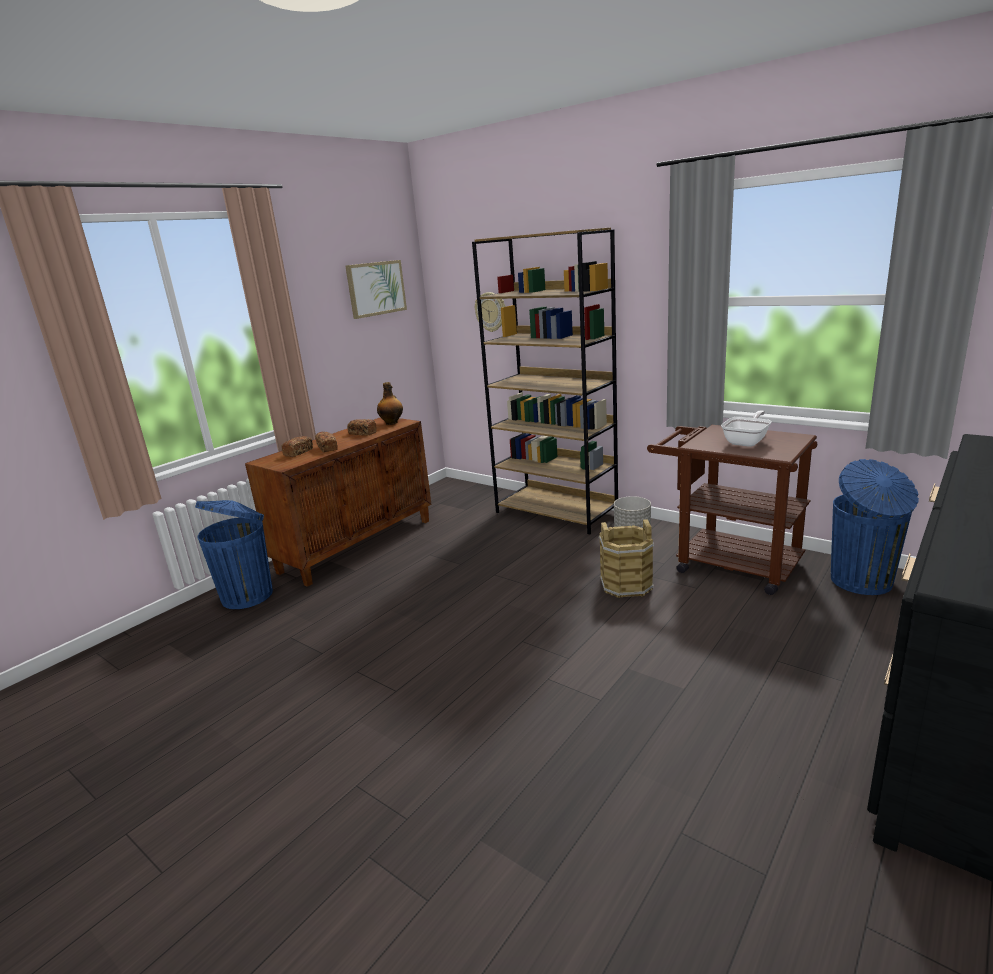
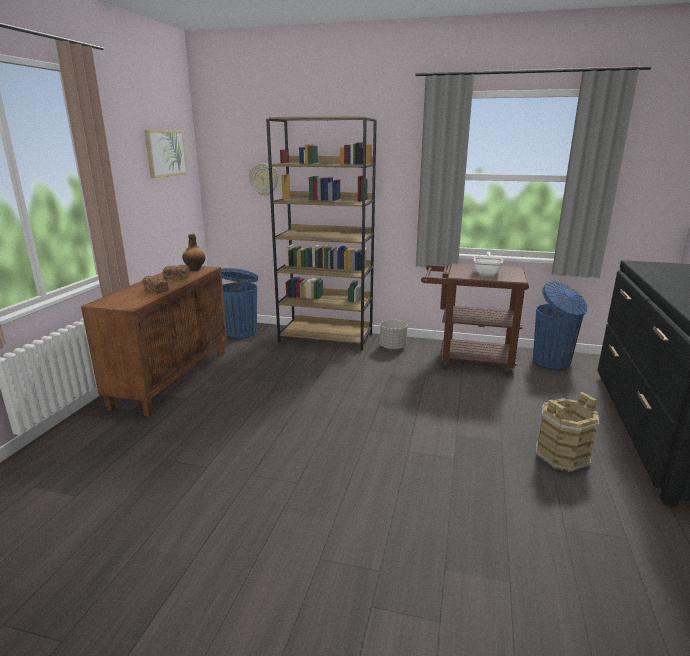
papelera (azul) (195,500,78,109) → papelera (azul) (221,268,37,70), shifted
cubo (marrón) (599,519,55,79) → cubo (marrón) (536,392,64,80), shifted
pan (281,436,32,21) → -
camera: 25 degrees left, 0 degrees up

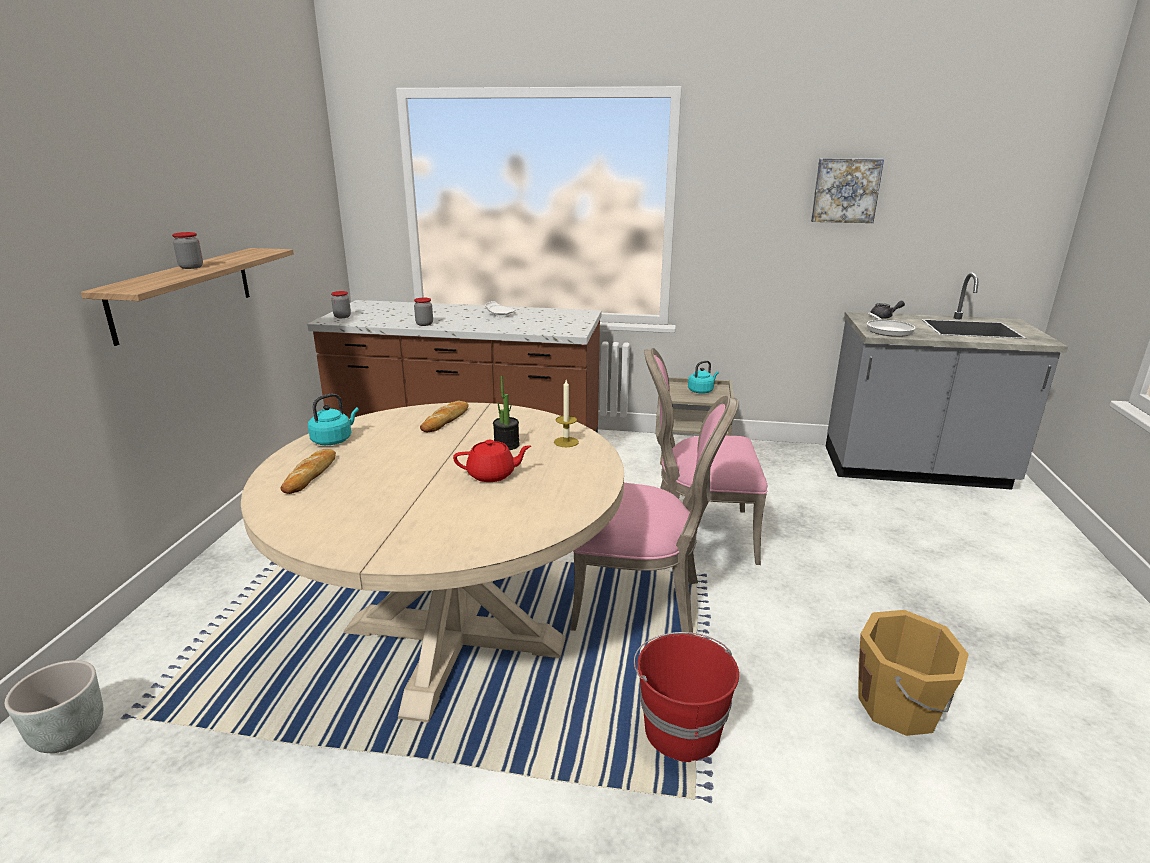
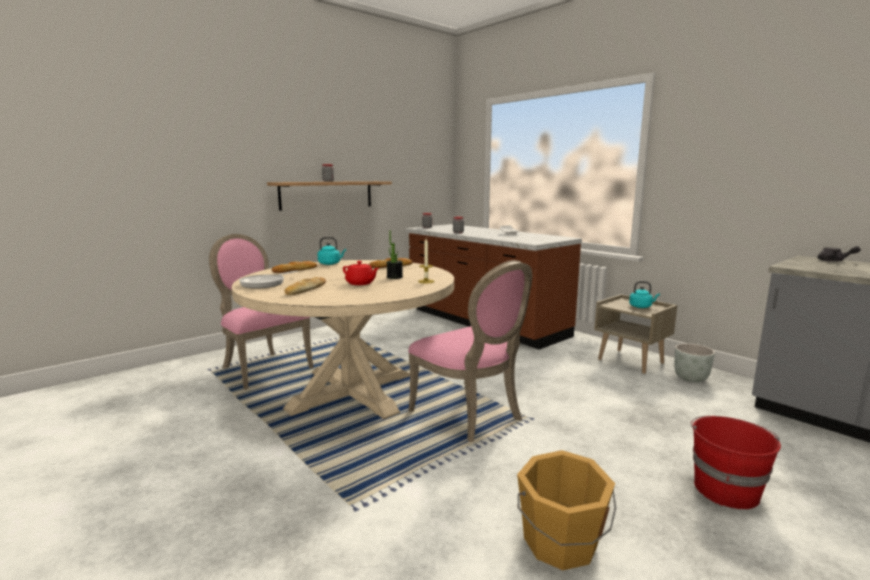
silla (rosa) (644,348,123,217) → silla (rosa) (209,234,105,156), shifted
sartén (867,313,48,24) → sartén (239,270,59,19), shifted
- → pan (284,277,42,18)
maceta (gris) (5,660,98,93) → maceta (gris) (674,343,41,39), shifted
cubo (rojo) (634,632,105,130) → cubo (rojo) (691,416,90,93), shifted
cuadro (811,158,73,65) → -
camera: 40 degrees right, 10 degrees down

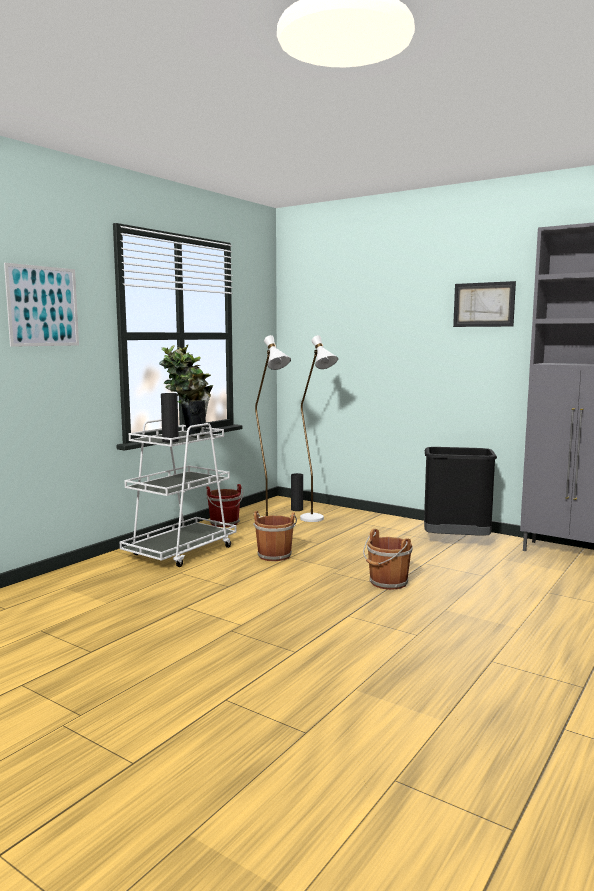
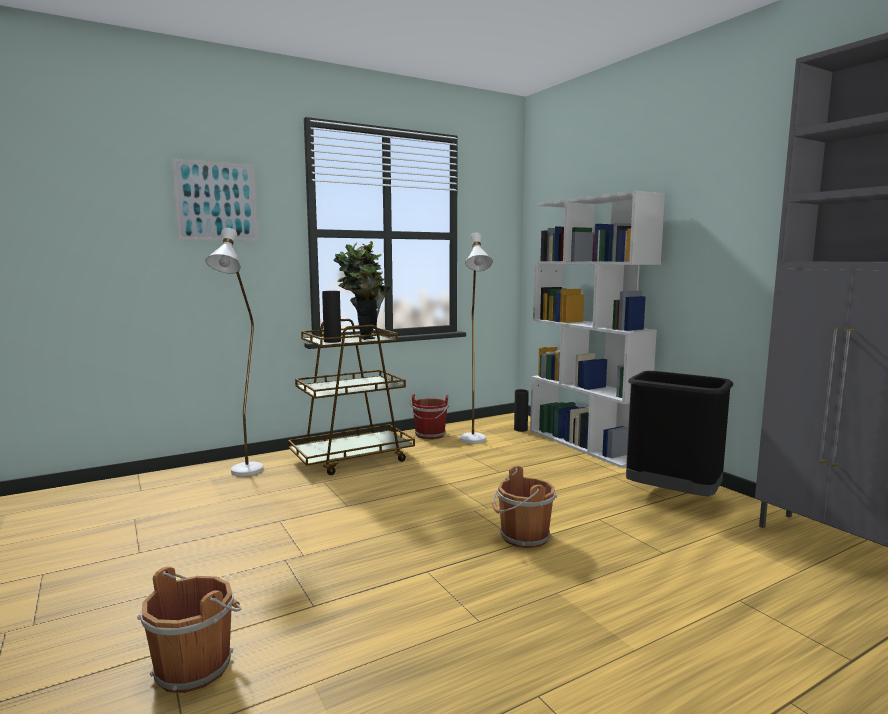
cubo (marrón) (253,511,44,50) → cubo (marrón) (137,566,104,127), shifted
lámpara de pie (blanco) (300,335,38,187) → lámpara de pie (blanco) (205,228,58,248), shifted
carrito (blanco) (120,419,117,148) → carrito (marrón) (288,319,127,156)
- → estantería (blanco) (530,191,135,277)
cuadro (453,281,63,46) → -
camera: 25 degrees right, 0 degrees up

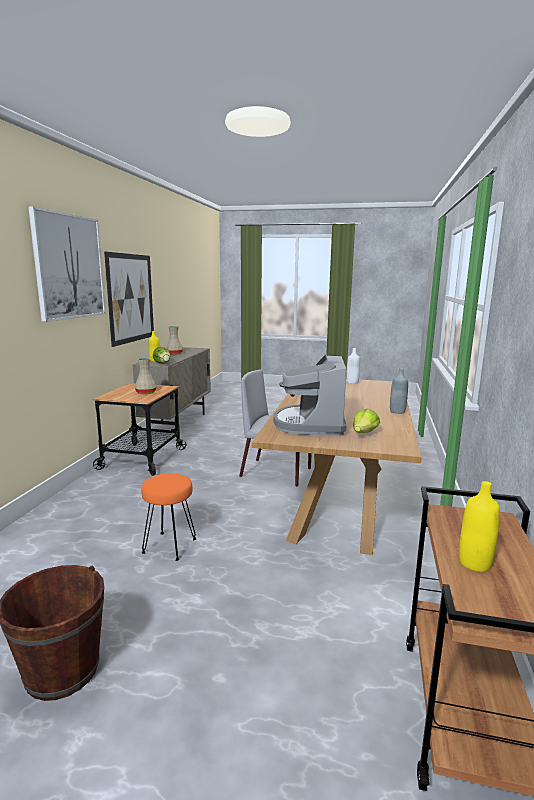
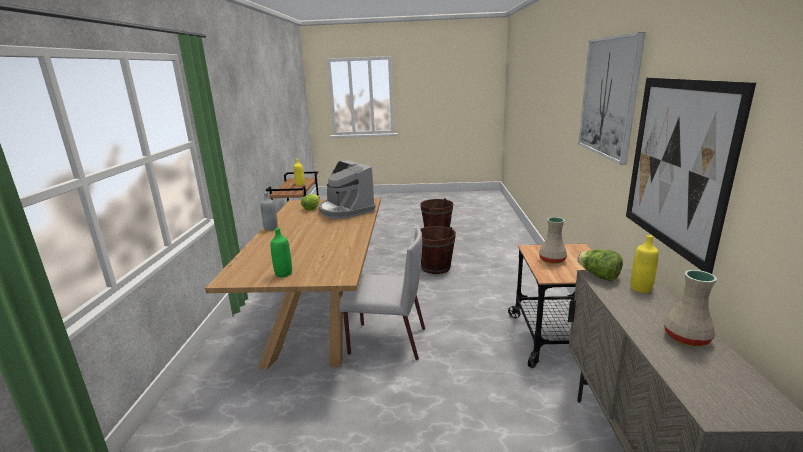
botella (blanco) (346,348,14,36) → botella (verde) (271,228,21,49)
cafetera (273,355,74,81) → cafetera (319,160,57,59), 150 degrees clockwise
taburete (naranja) (141,473,56,88) → cubo (marrón) (421,226,35,48)
camera: 170 degrees right, 5 degrees up

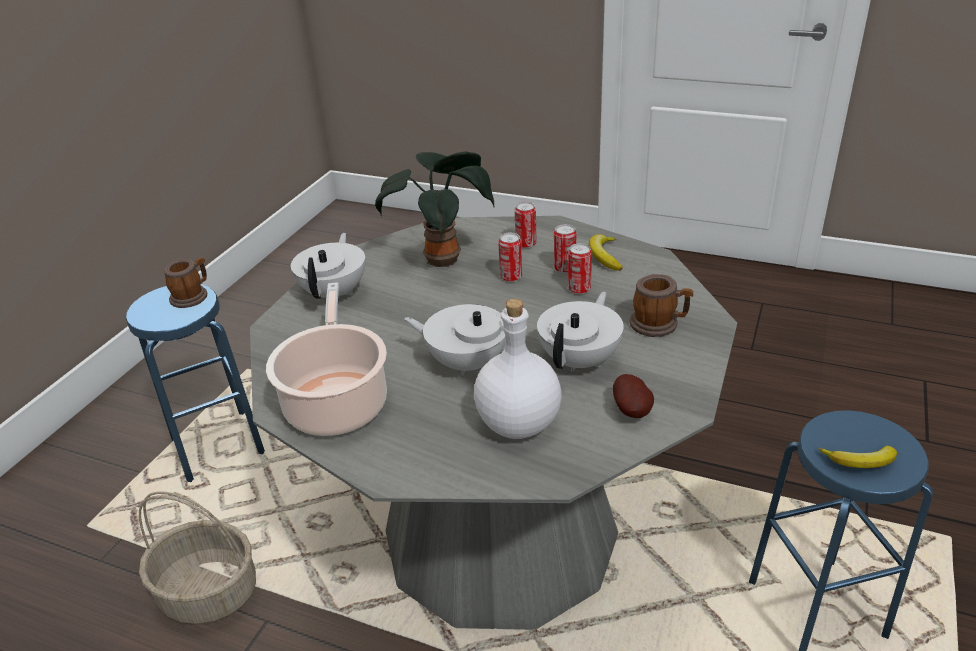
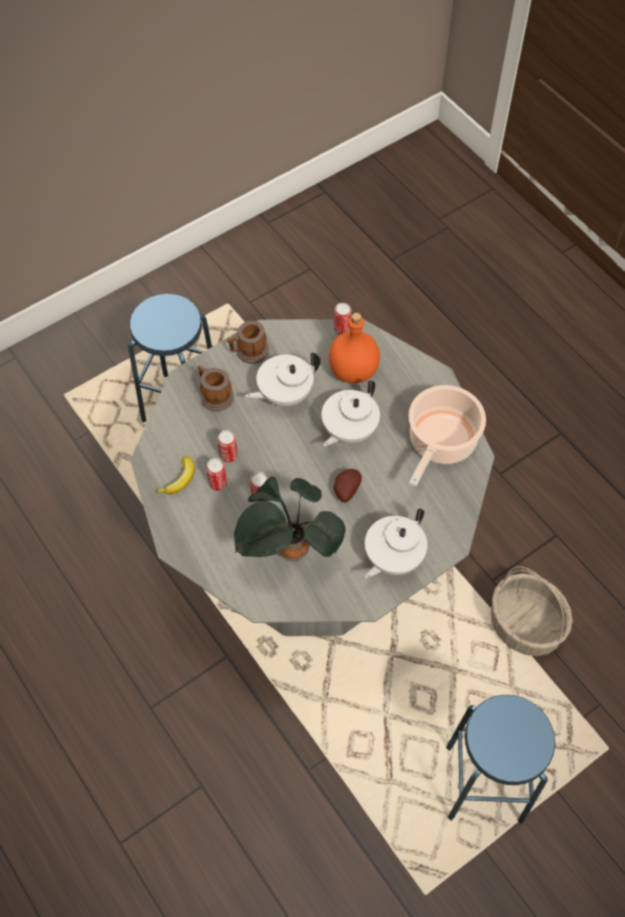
taza grande (164,258,43,50) → taza grande (227,321,42,42), shifted
tetera (blanco) (404,304,102,71) → tetera (blanco) (322,380,58,67), 75 degrees clockwise
botella (blanco) (474,299,87,140) → botella (naranja) (329,313,51,70)
patata (613,374,41,44) → patata (333,469,29,33), shifted
lata (515,202,22,47) → lata (334,303,18,32), shifted
plátano (818,445,79,23) → -
camera: 150 degrees left, 25 degrees up

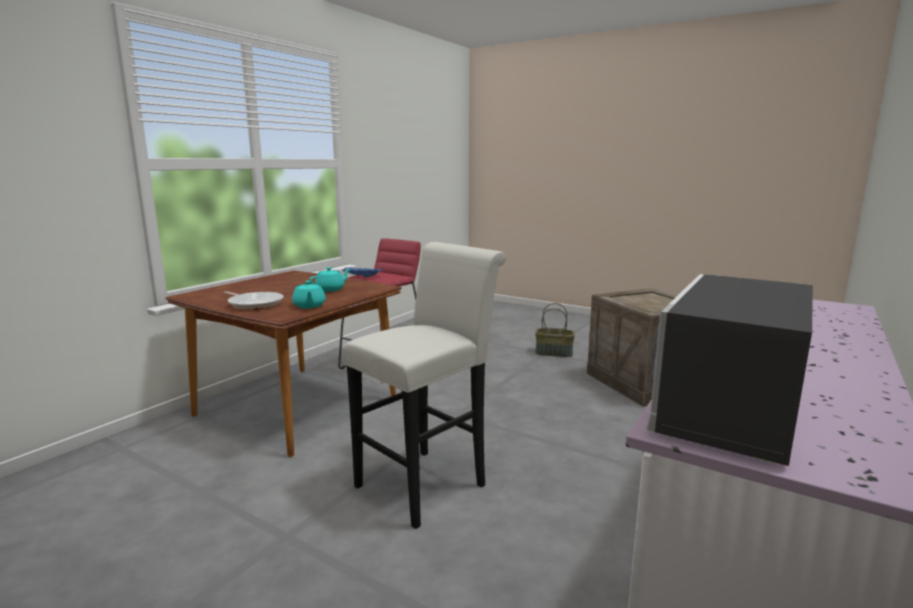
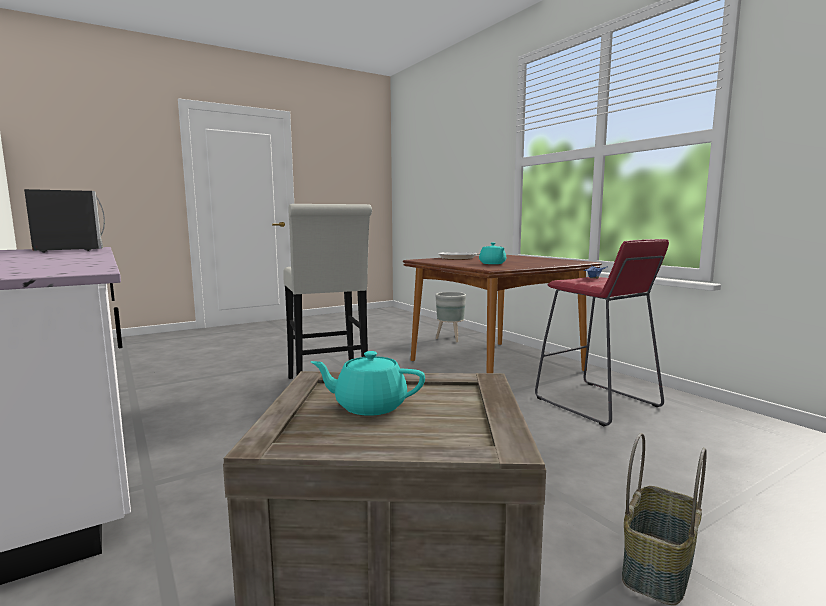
tetera (turquesa) (292,281,34,27) → tetera (turquesa) (311,351,114,65), shifted
- → maceta (gris) (435,292,31,50)
camera: 115 degrees right, 5 degrees down

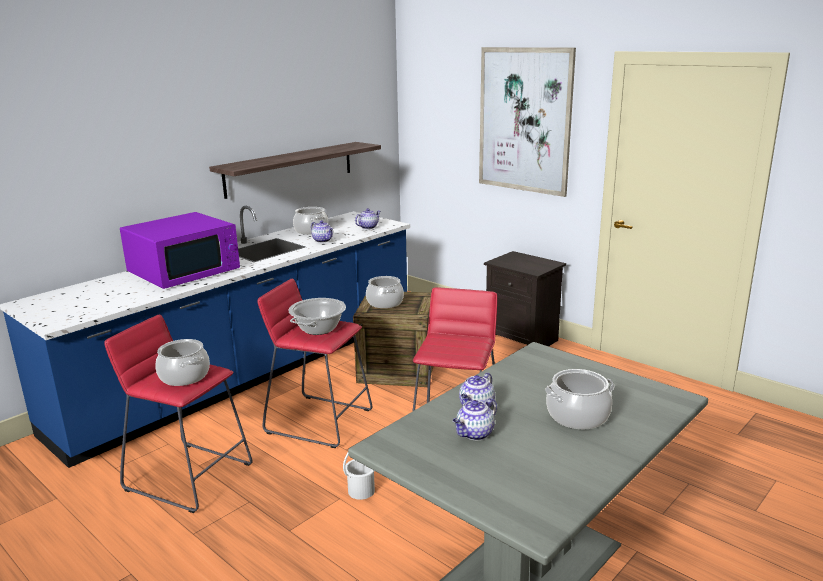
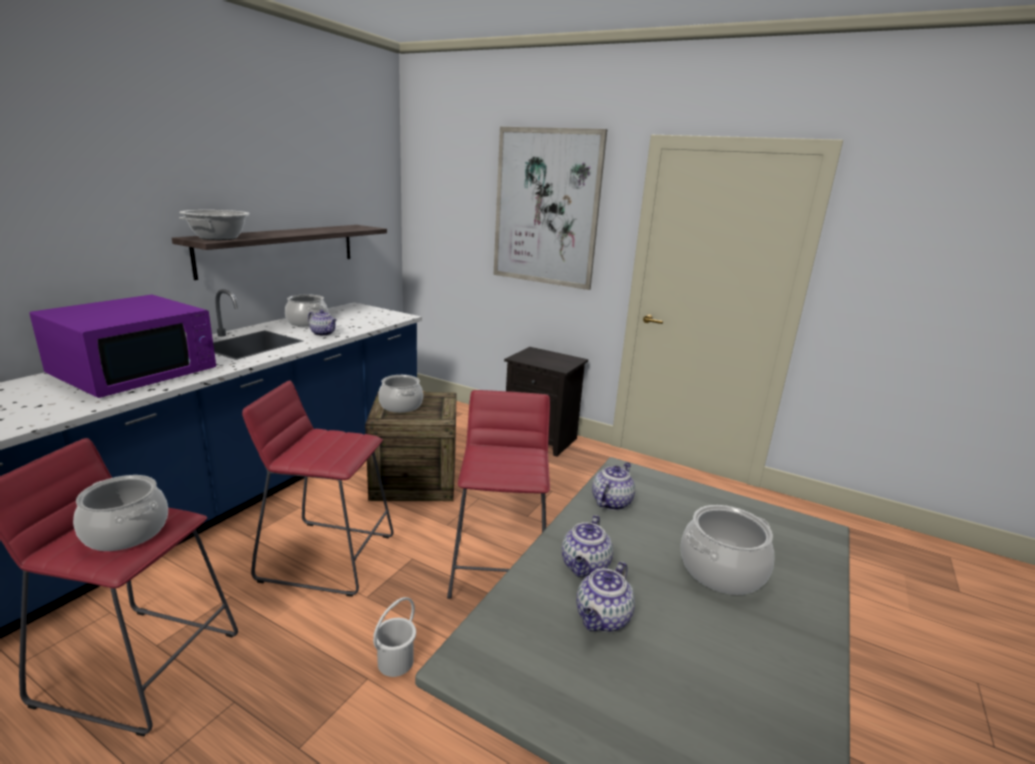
olla (288,298,58,37) → olla (179,210,71,30), shifted
tetera (355,208,25,21) → tetera (592,463,43,47), shifted
camera: 15 degrees left, 0 degrees up

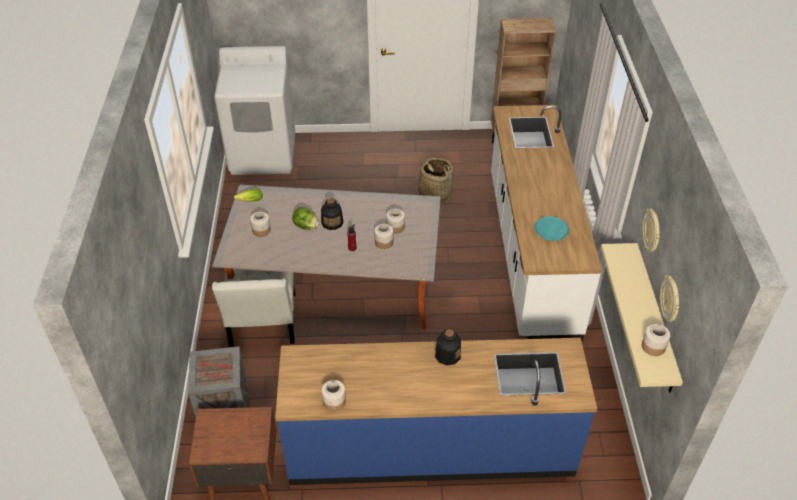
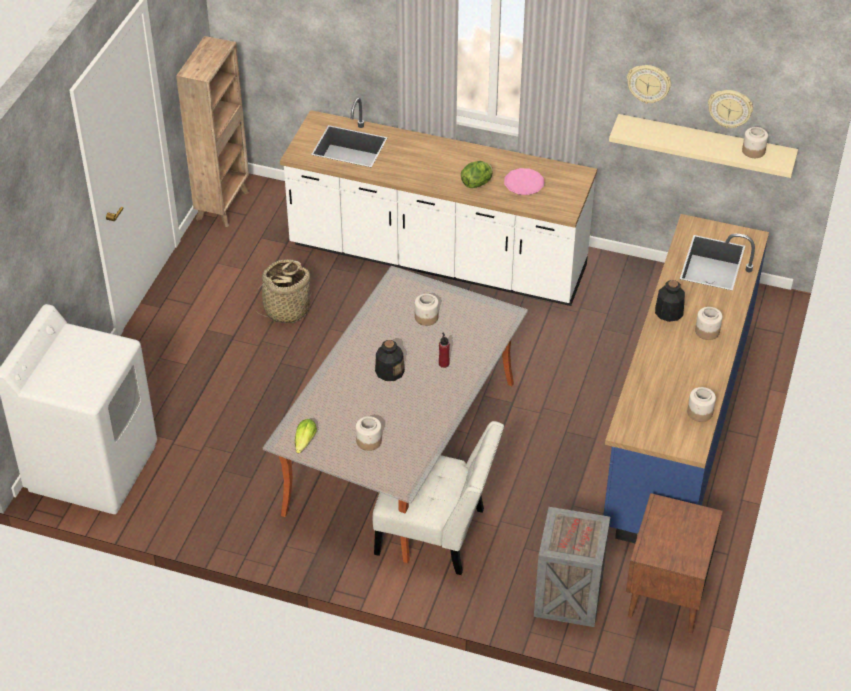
lechuga (292,207,28,23) → lechuga (461,161,32,27), shifted
plato (turquesa) (534,216,35,25) → plato (rosa) (504,168,40,27)
tarro (374,224,19,25) → tarro (695,307,27,33), shifted
camera: 70 degrees left, 0 degrees up

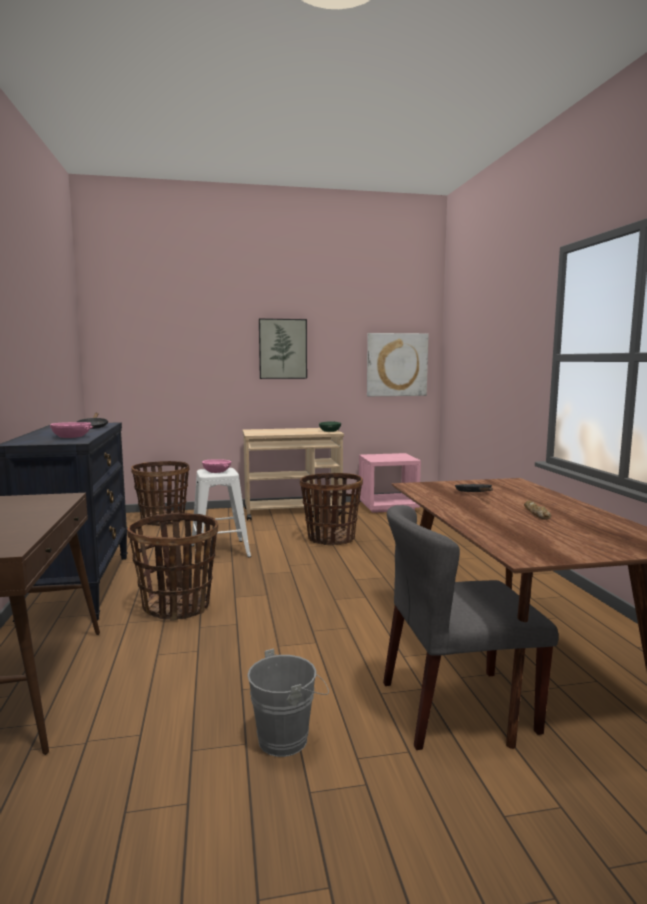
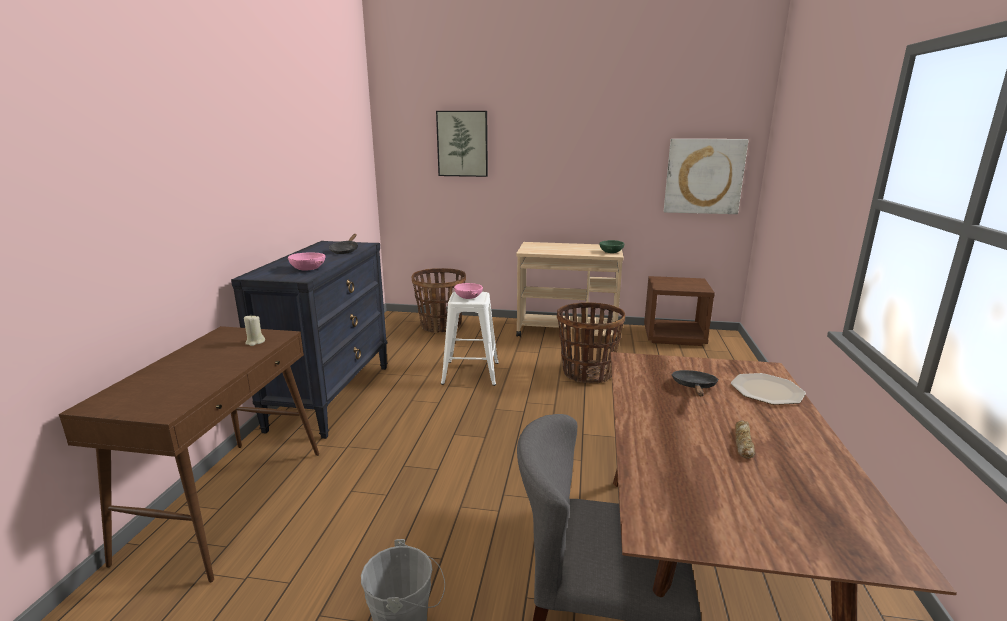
- → vela (beis) (244,314,21,32)
cuadro (259,318,48,61) → cuadro (436,111,52,66), shifted
mesita de noche (rosa) (359,453,62,60) → mesita de noche (marrón) (644,276,71,70)
- → plato (731,373,75,32)
cesta (127,513,91,108) → -
camera: 20 degrees right, 10 degrees up

